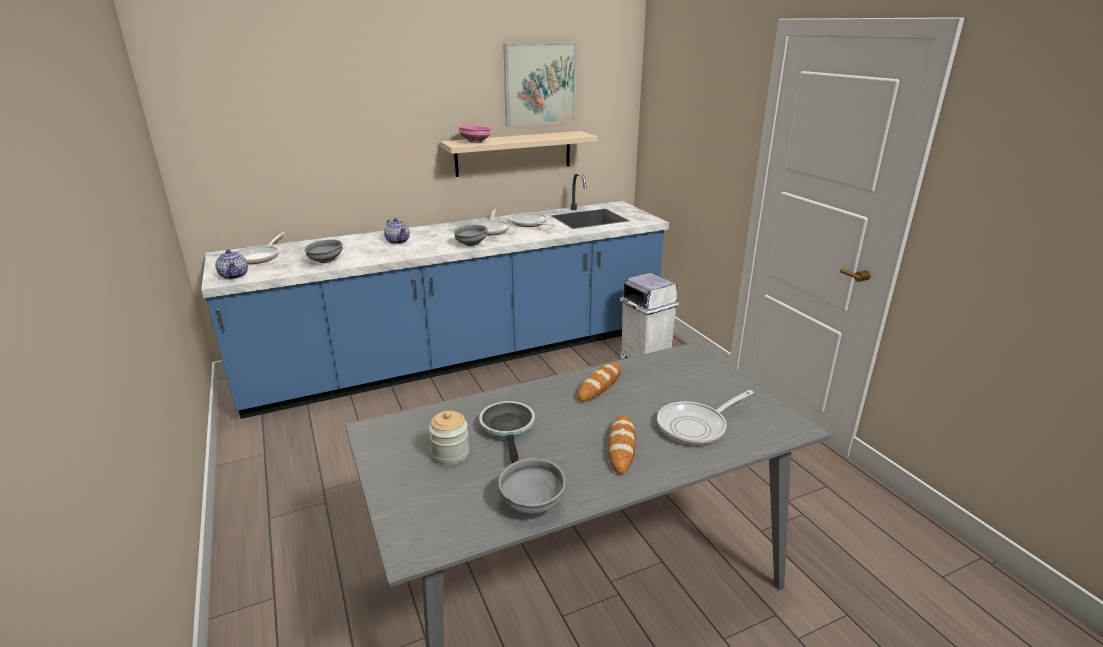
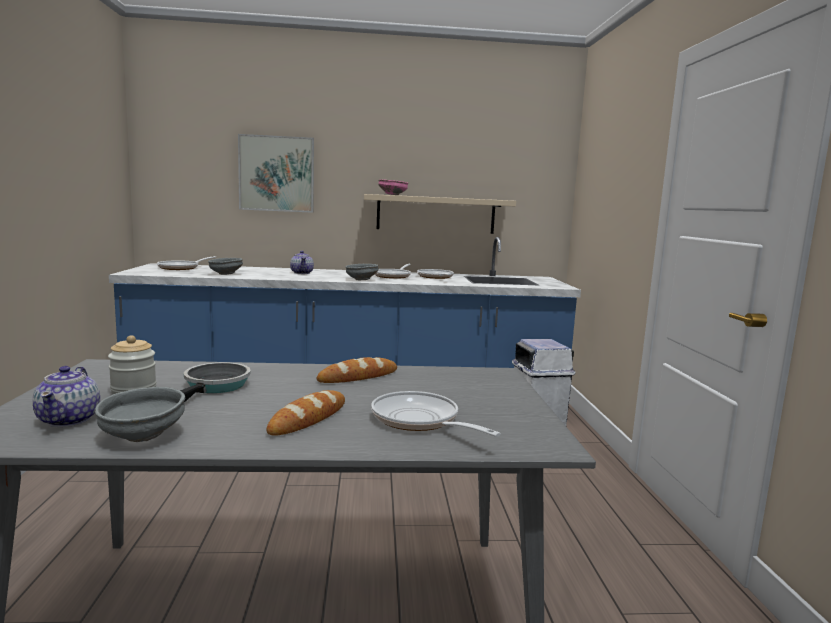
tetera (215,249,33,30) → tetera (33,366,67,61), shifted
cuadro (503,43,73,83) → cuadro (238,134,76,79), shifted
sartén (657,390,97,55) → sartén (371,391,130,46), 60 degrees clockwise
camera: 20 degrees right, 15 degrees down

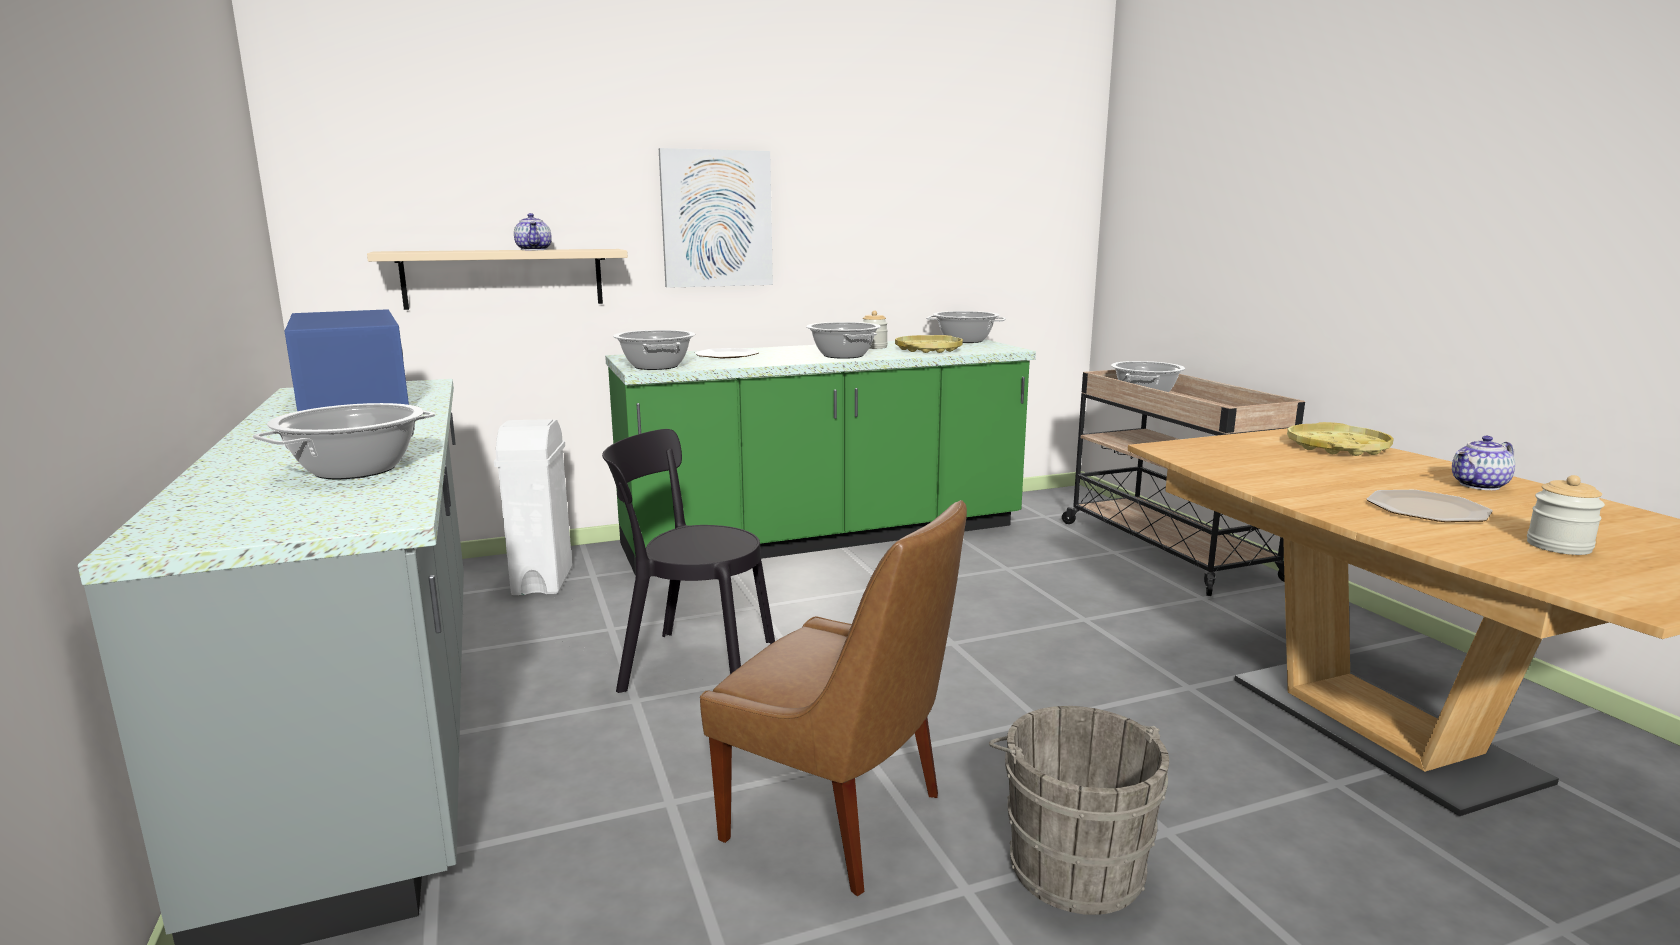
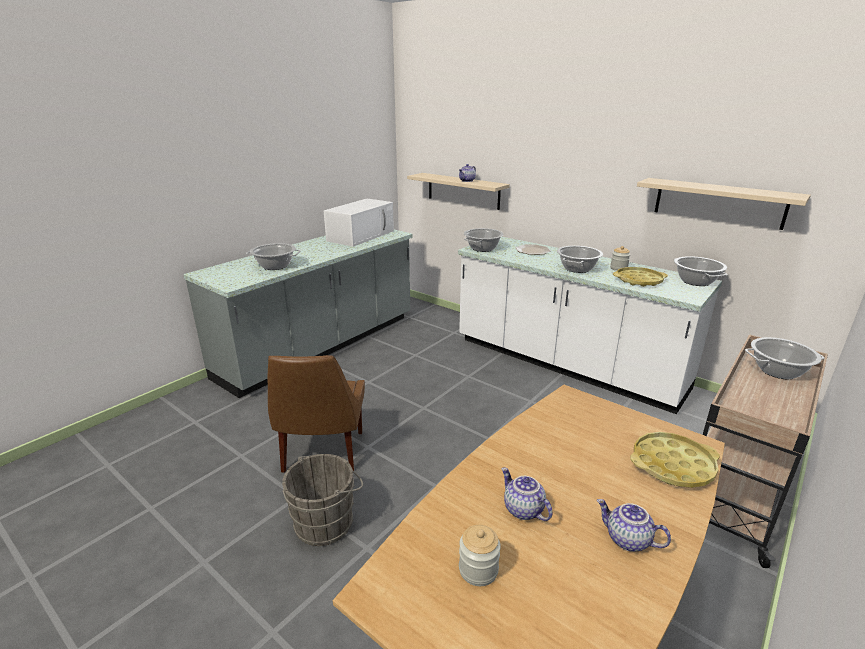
microondas (azul) (284,309,125,102) → microondas (blanco) (324,199,70,48)
mueble bajo de cocina (verde) (605,339,431,236) → mueble bajo de cocina (blanco) (458,237,264,177)
plato (1366,490,127,32) → tetera (502,468,50,53)
- → estante (beis) (637,178,174,52)
papelera (blanco) (494,419,78,176) → -
silla (negro) (602,429,173,264) → -
cuadro (659,148,114,140) → -
camera: 60 degrees right, 10 degrees up

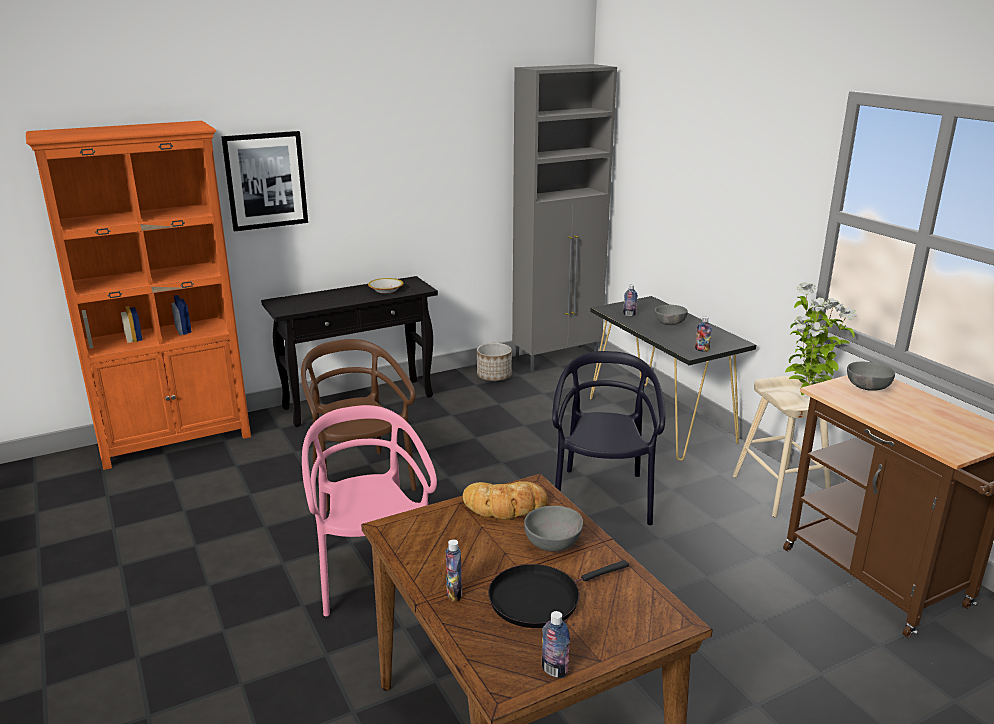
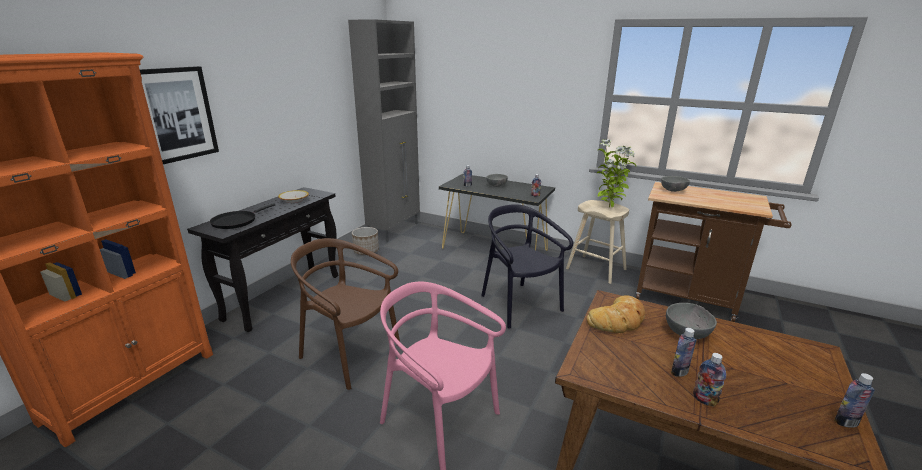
sartén (negro) (488,560,141,68) → sartén (negro) (210,203,65,26), shifted
- → botella (671,328,25,49)
camera: 35 degrees left, 0 degrees up

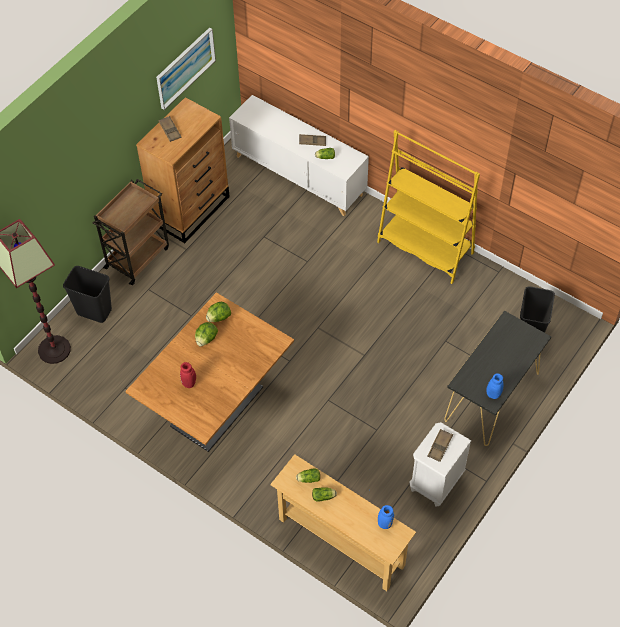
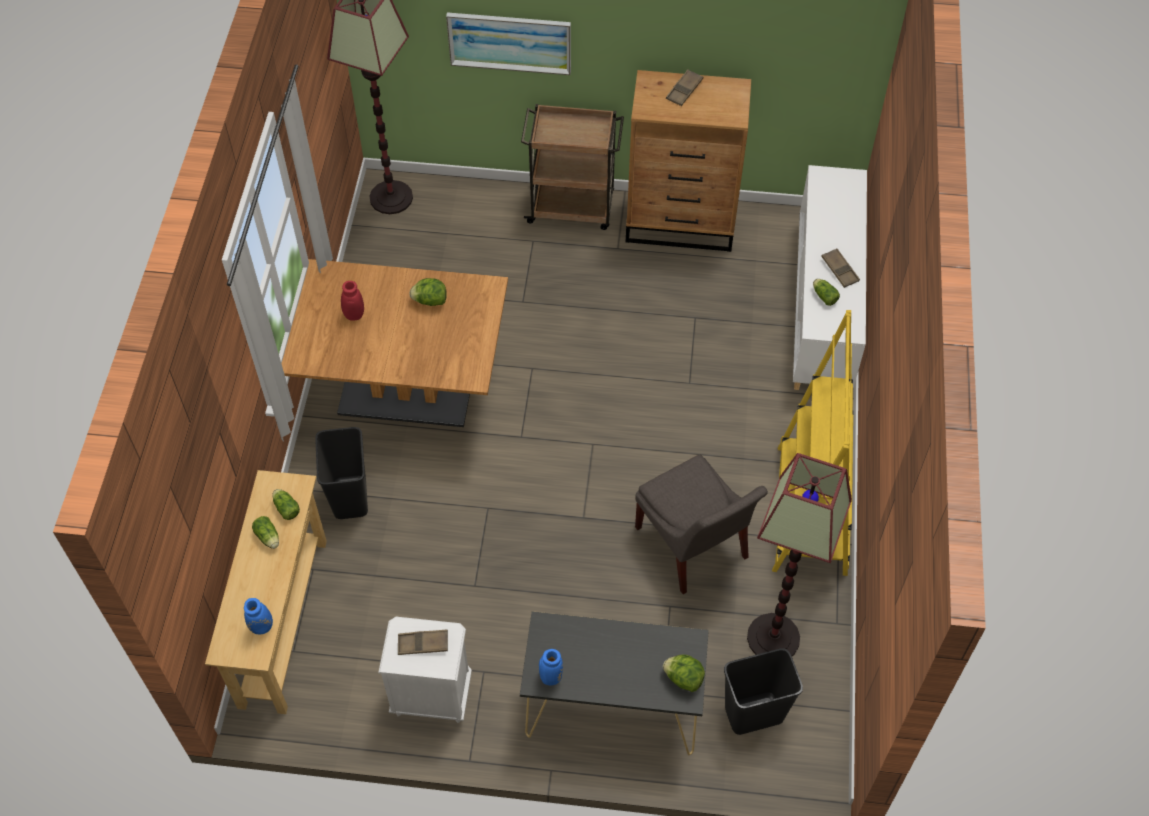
papelera (negro) (63,266,49,57) → papelera (negro) (315,427,53,92), shifted
cuadro (156,27,60,83) → cuadro (446,12,125,63), shifted
- → silla (gris) (635,455,133,139)
lechuga (206,302,25,20) → lechuga (663,655,42,37), shifted
- → lámpara de pie (747,453,105,203)
camera: 60 degrees right, 0 degrees up

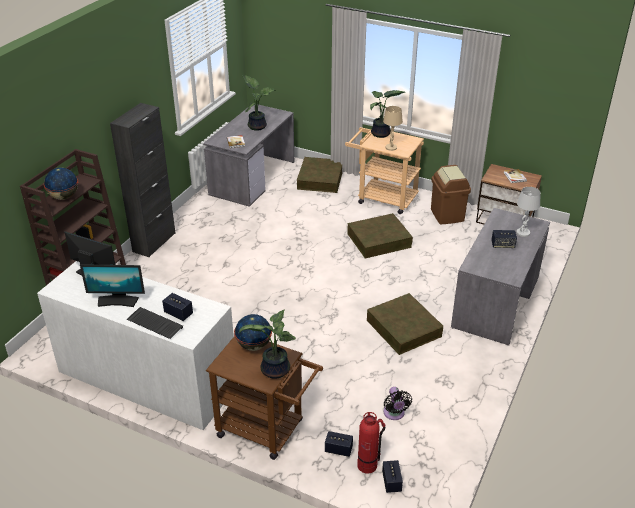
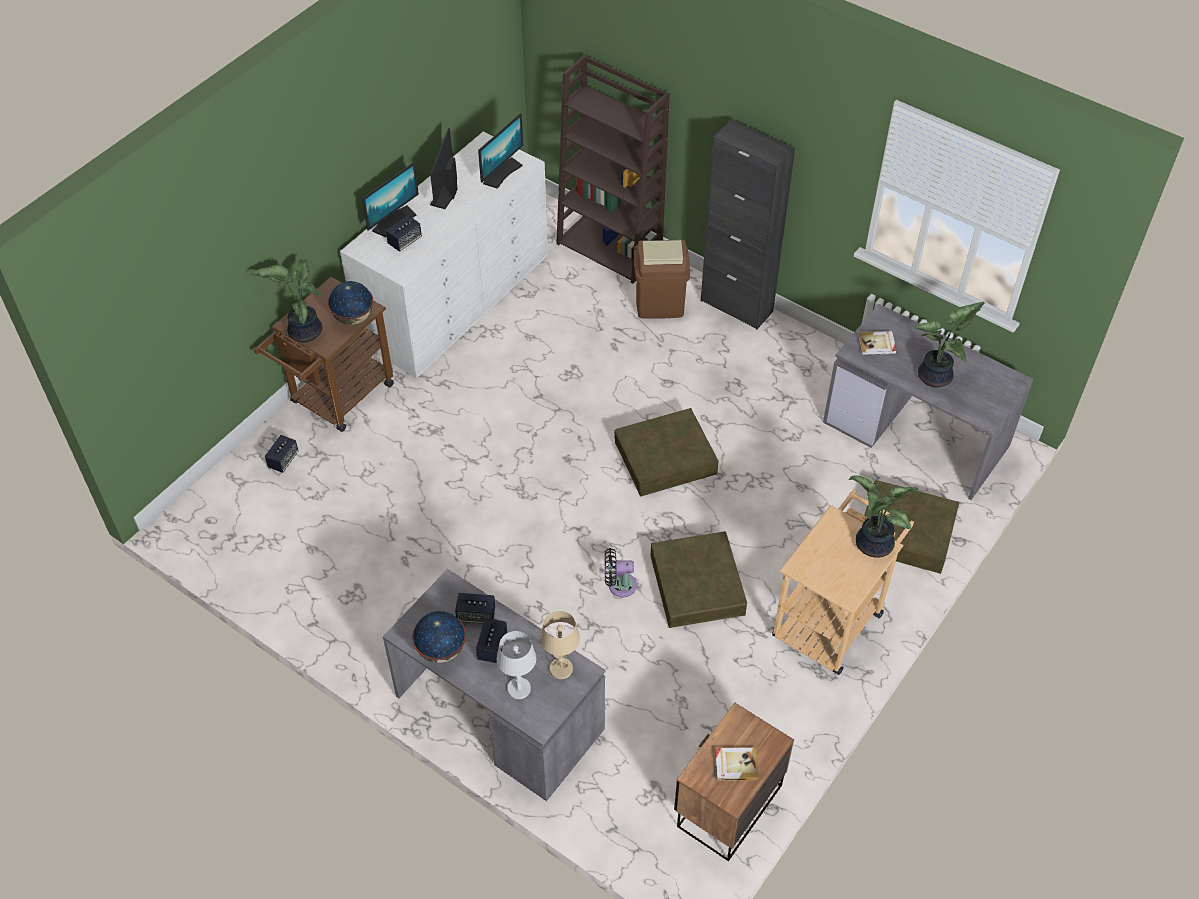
teclado (127,307,56,32) → monitor (362,162,57,75)
globo terráqueo (44,168,34,32) → globo terráqueo (412,611,54,52), shifted
altavoz (382,460,21,33) → altavoz (455,593,40,31), shifted
lámpara de mesa (beis) (383,106,20,45) → lámpara de mesa (beis) (540,611,40,68), shifted
ventilador (negro) (384,387,28,33) → ventilador (negro) (604,548,33,49), shifted
caja de almacenaje (marrón) (367,293,76,62) → caja de almacenaje (marrón) (614,408,105,88), shifted
papelera (marrón) (431,165,40,59) → papelera (marrón) (634,240,56,79), shifted
extintor (357,412,28,62) → -
camera: 100 degrees right, 15 degrees up

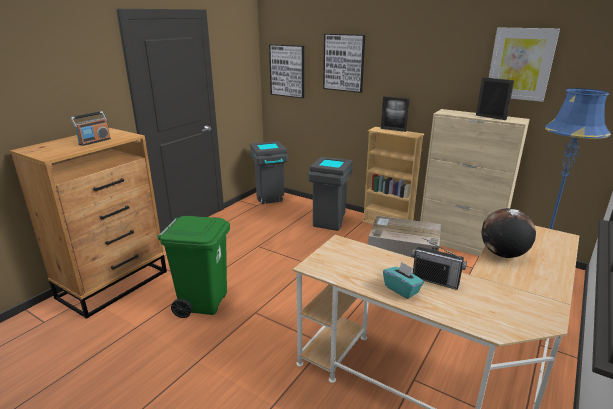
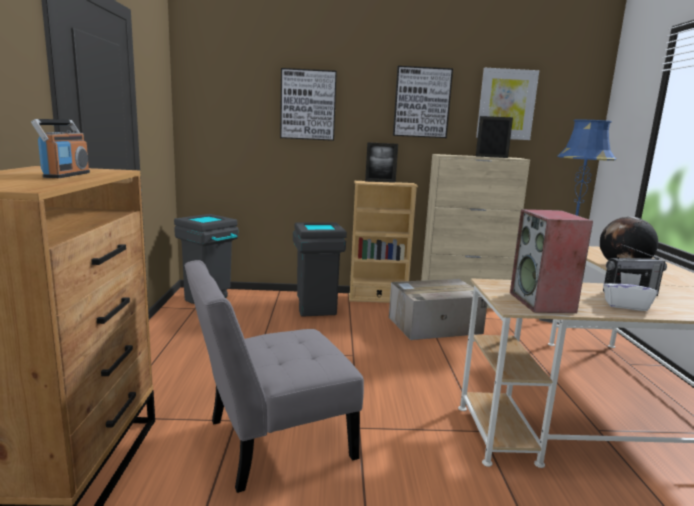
papelera (verde) (157,216,73,102) → silla (gris) (184,260,180,233)
cuadro (269,44,35,54) → cuadro (393,66,60,72), shifted
- → altavoz (510,209,83,104)
caja de pañuelos (turquesa) (383,261,41,38) → caja de pañuelos (blanco) (603,272,55,39)
camera: 35 degrees left, 10 degrees down

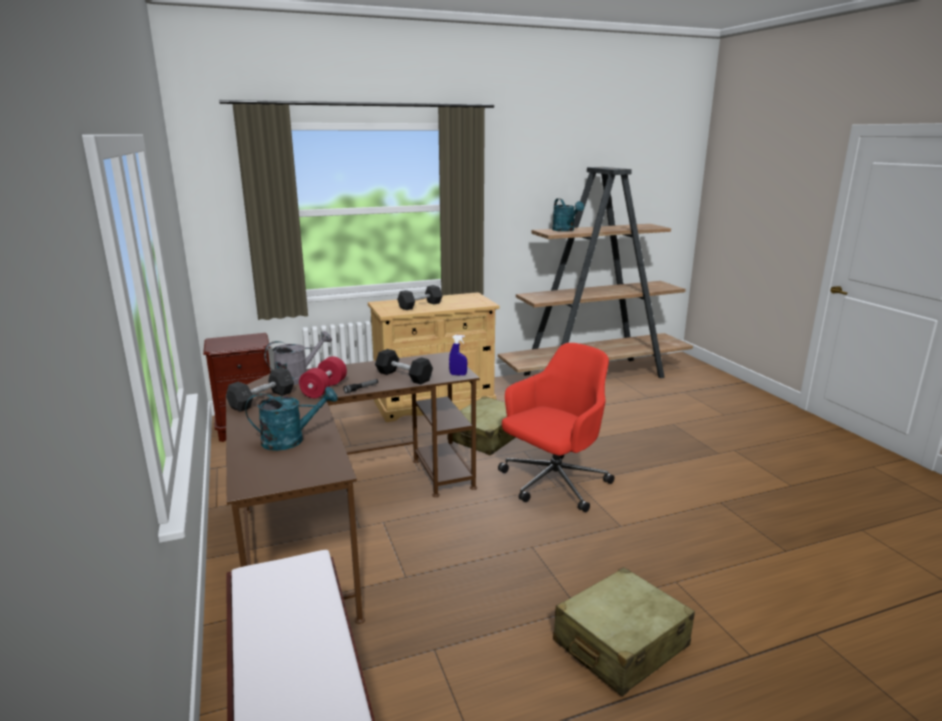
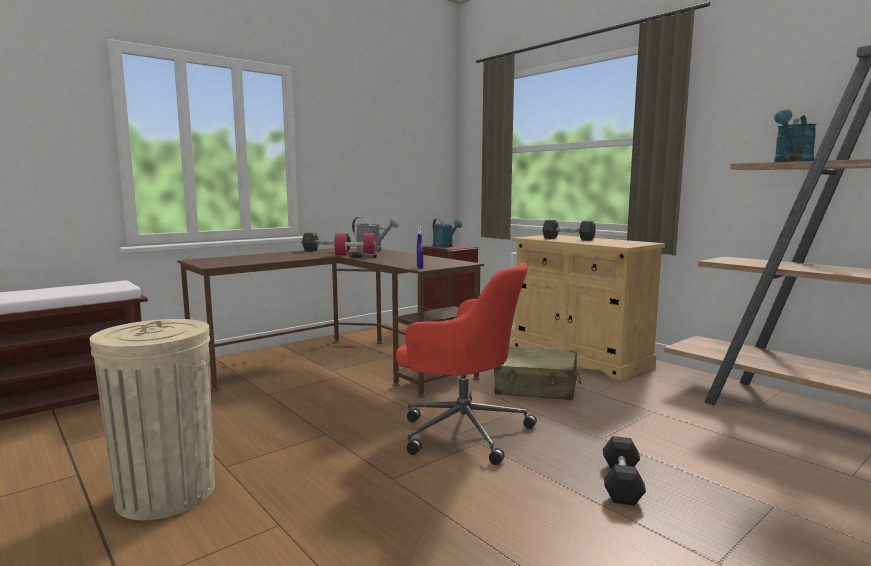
maleta (beis) (553,567,142,129) → papelera (beis) (89,319,126,201)
regadera (turquesa) (245,386,93,65) → regadera (turquesa) (433,218,29,29), shifted
mancuerna (negro) (375,349,58,36) → mancuerna (negro) (603,436,43,70), shifted
camera: 70 degrees right, 10 degrees down

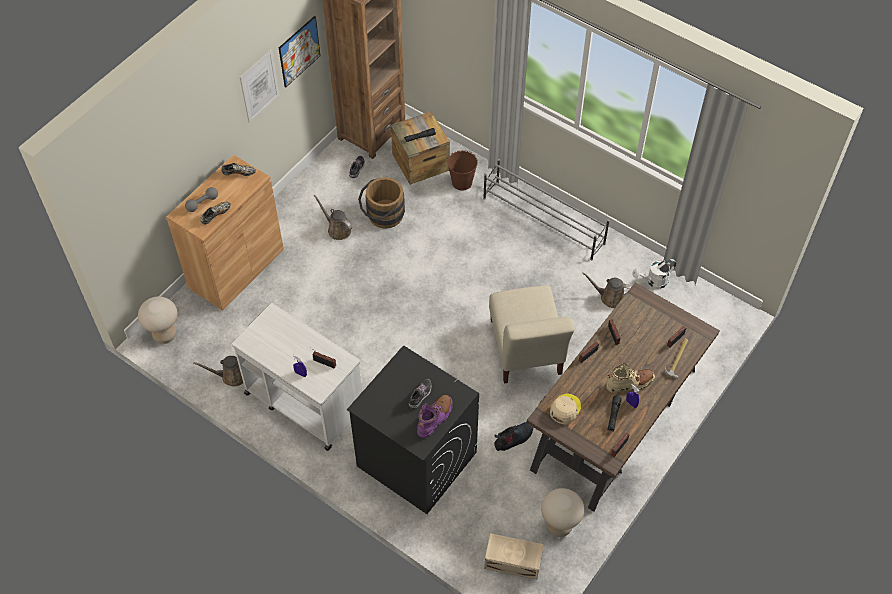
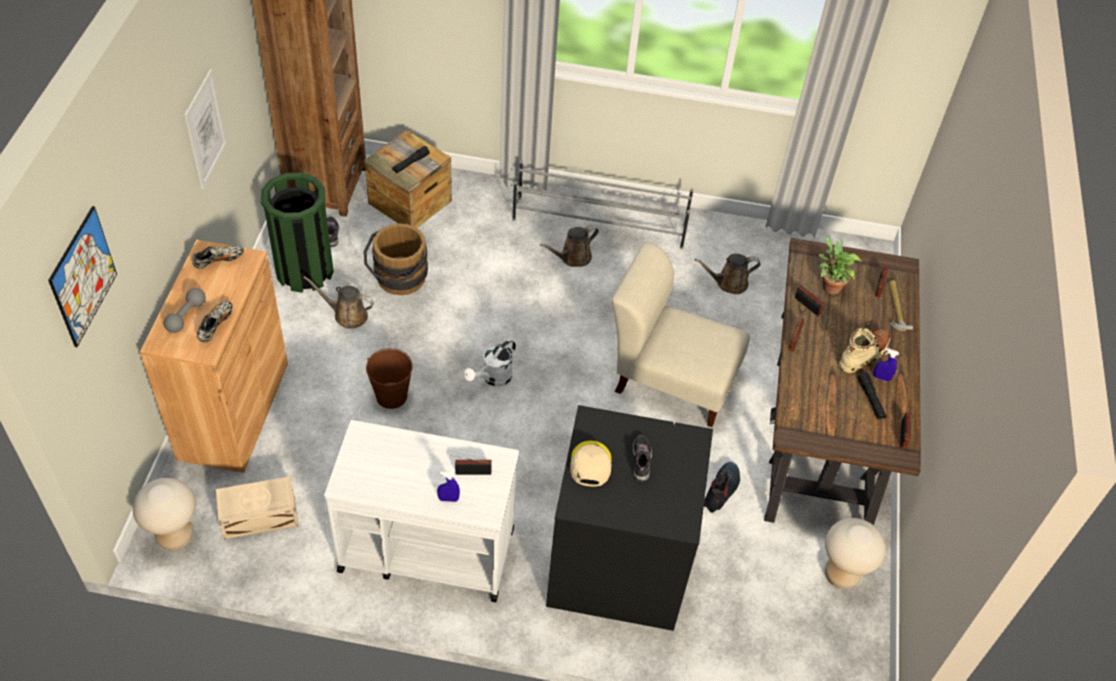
cuadro (279,16,41,72) → cuadro (48,206,69,141), shifted
caja de almacenaje (beis) (484,533,60,46) → caja de almacenaje (beis) (216,476,83,63), shifted
- → papelera (verde) (261,172,73,121)
cubo (marrón) (448,150,30,41) → cubo (marrón) (366,348,47,61), shifted
regadera (blanco) (632,259,44,30) → regadera (blanco) (464,339,52,47), shifted
regadera (marrón) (193,356,50,31) → regadera (marrón) (540,225,59,42), shifted
gorra (beis) (550,394,31,31) → gorra (beis) (570,441,42,45), shifted
silla (beis) (489,285,86,98) → silla (beis) (612,242,138,185), 150 degrees clockwise
- → planta en maceta (818,236,44,58)
bota (morado) (417,395,36,43) → -
camera: 30 degrees left, 5 degrees down

